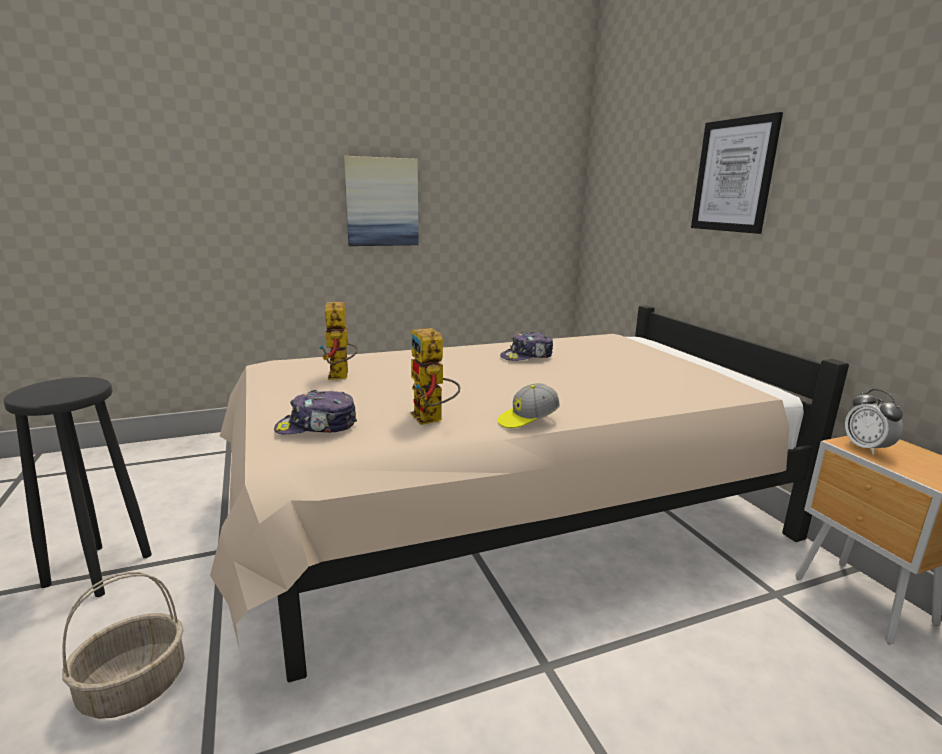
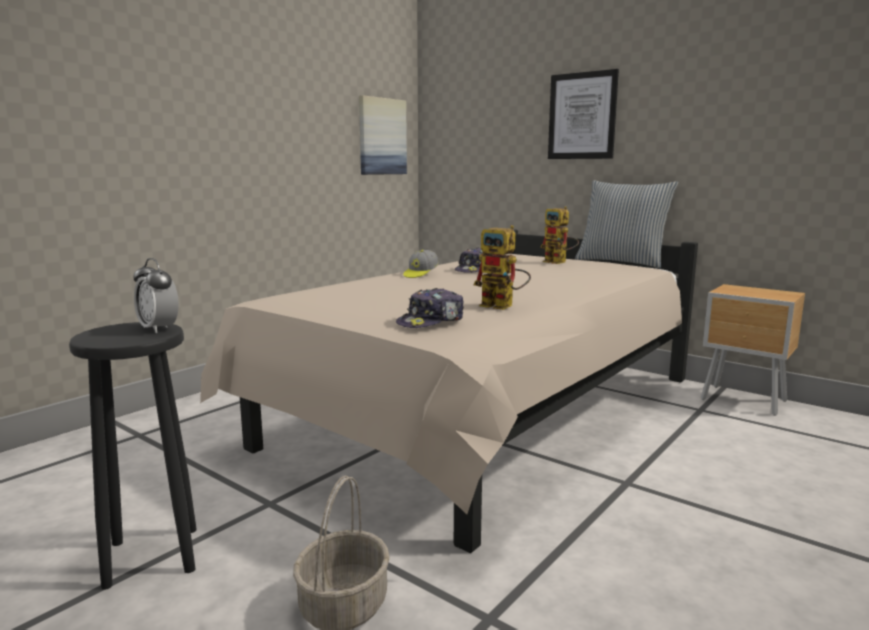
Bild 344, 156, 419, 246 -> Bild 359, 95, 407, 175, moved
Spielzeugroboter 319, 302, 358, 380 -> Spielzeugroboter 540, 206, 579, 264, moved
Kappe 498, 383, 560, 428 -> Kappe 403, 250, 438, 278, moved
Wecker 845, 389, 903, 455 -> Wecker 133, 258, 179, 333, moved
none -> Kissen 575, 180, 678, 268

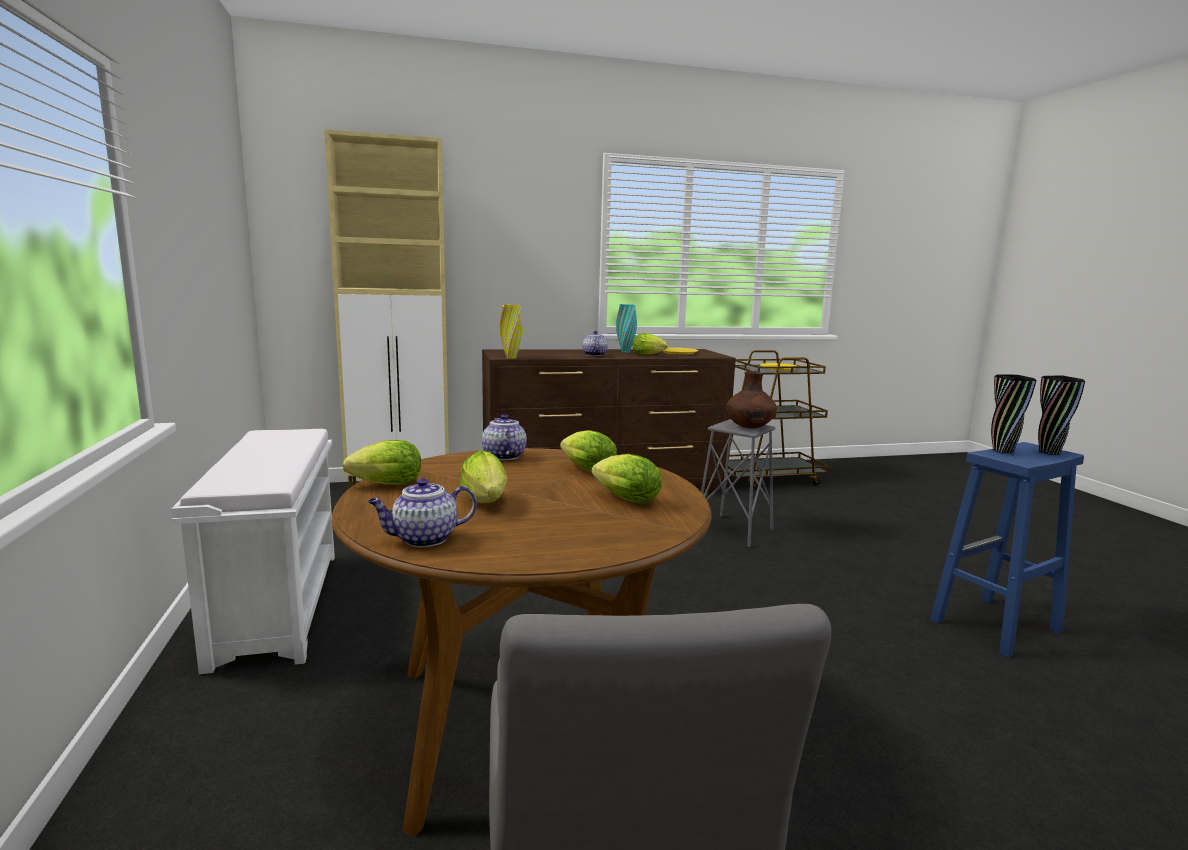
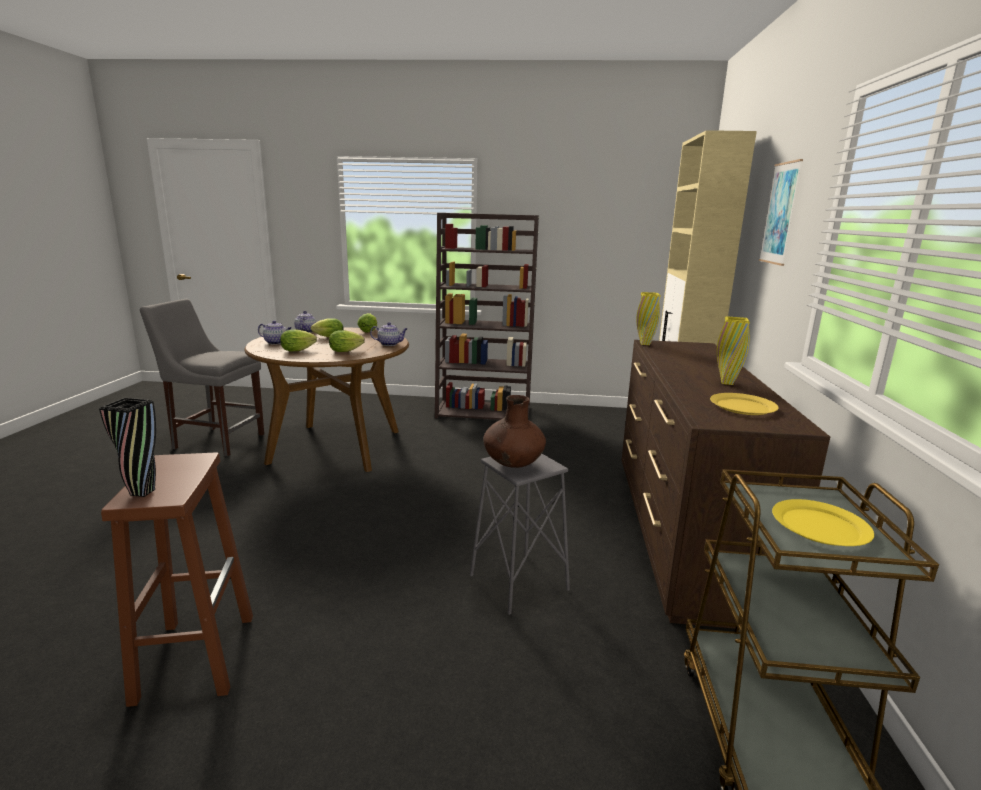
Vase (türkis) 616, 304, 637, 353 -> Vase (gelb) 717, 316, 750, 385
Teekanne 582, 331, 608, 356 -> Teekanne 258, 320, 292, 345, moved
Salatkopf 633, 333, 668, 355 -> none
Vase (schwarz) 991, 374, 1036, 453 -> none
Bank (weiß) 171, 429, 335, 674 -> Bücherregal (braun) 435, 213, 539, 420
Hocker (blau) 930, 442, 1084, 658 -> Hocker (braun) 101, 453, 253, 707
none -> Bild 759, 159, 803, 266

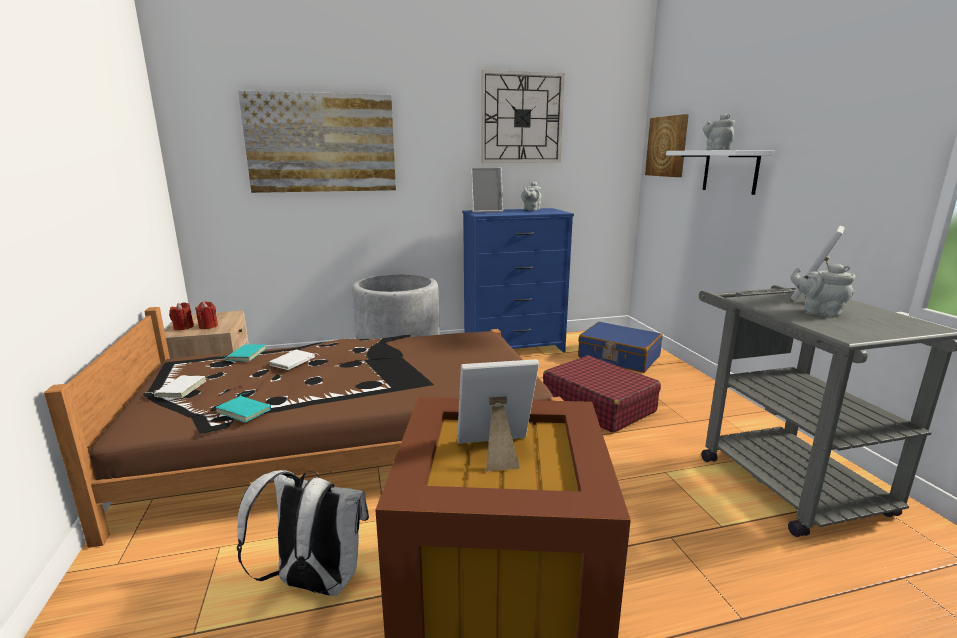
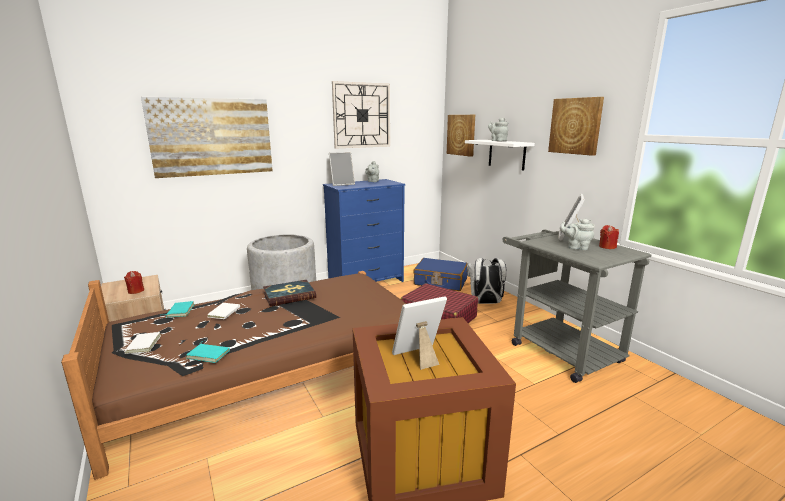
Kerze (rot) 169, 302, 194, 330 -> Kerze (rot) 599, 225, 619, 249, moved
Rucksack (weiß) 237, 470, 369, 596 -> Rucksack (weiß) 467, 258, 506, 304, moved
none -> Bild 548, 97, 604, 156
none -> Buch 263, 280, 316, 306

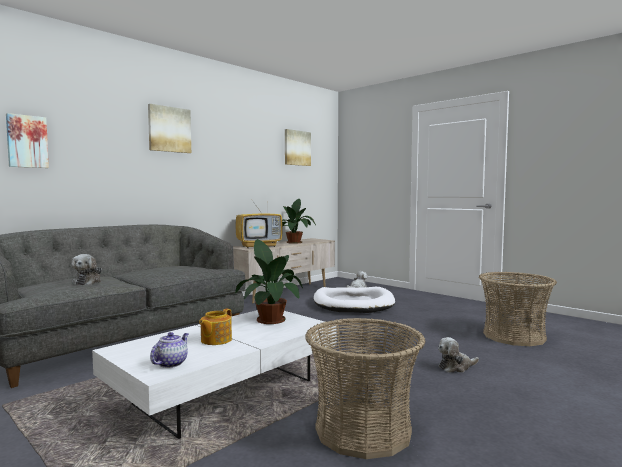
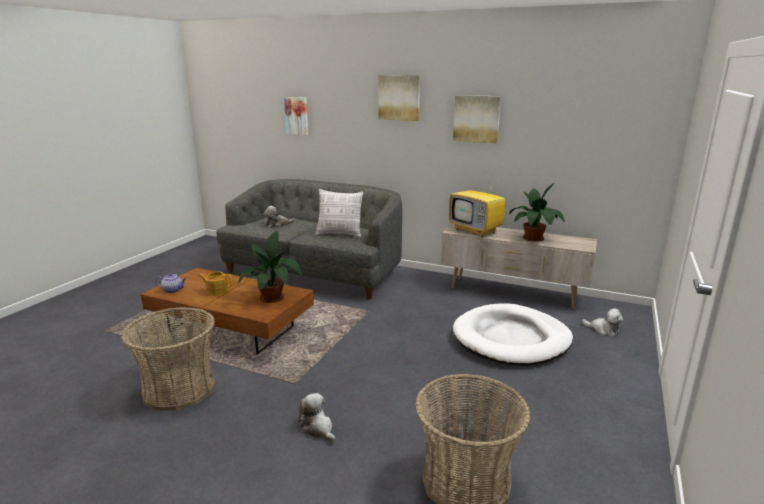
Bild 285, 129, 311, 166 -> Bild 453, 95, 501, 144, moved
Couchtisch (weiß) 92, 310, 337, 439 -> Couchtisch (braun) 141, 268, 314, 354
none -> Kissen 316, 189, 364, 237

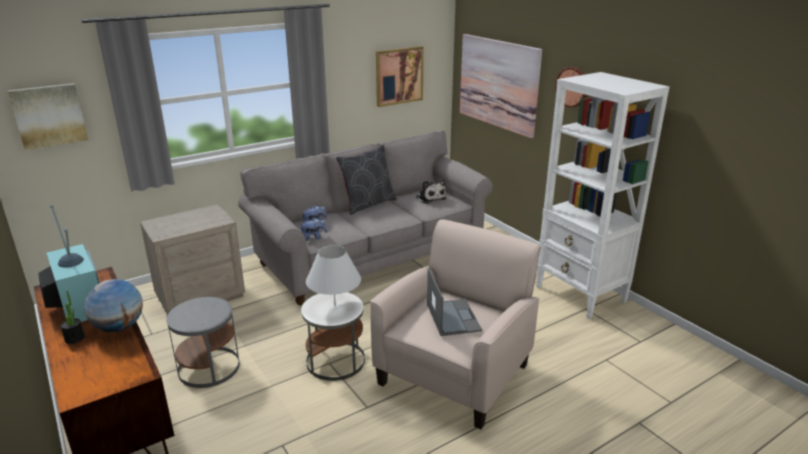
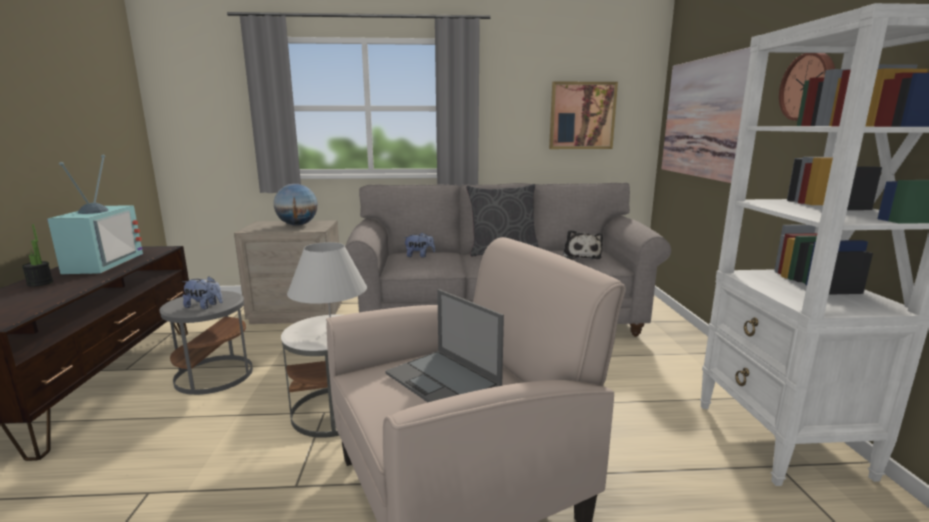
Bild 8, 83, 88, 150 -> none
Plüschtier 299, 217, 327, 241 -> Plüschtier 182, 276, 223, 309, moved
Laptop 427, 268, 482, 336 -> Laptop 385, 289, 504, 402, 120 degrees clockwise
Globus 84, 279, 143, 332 -> Globus 274, 184, 318, 226, moved

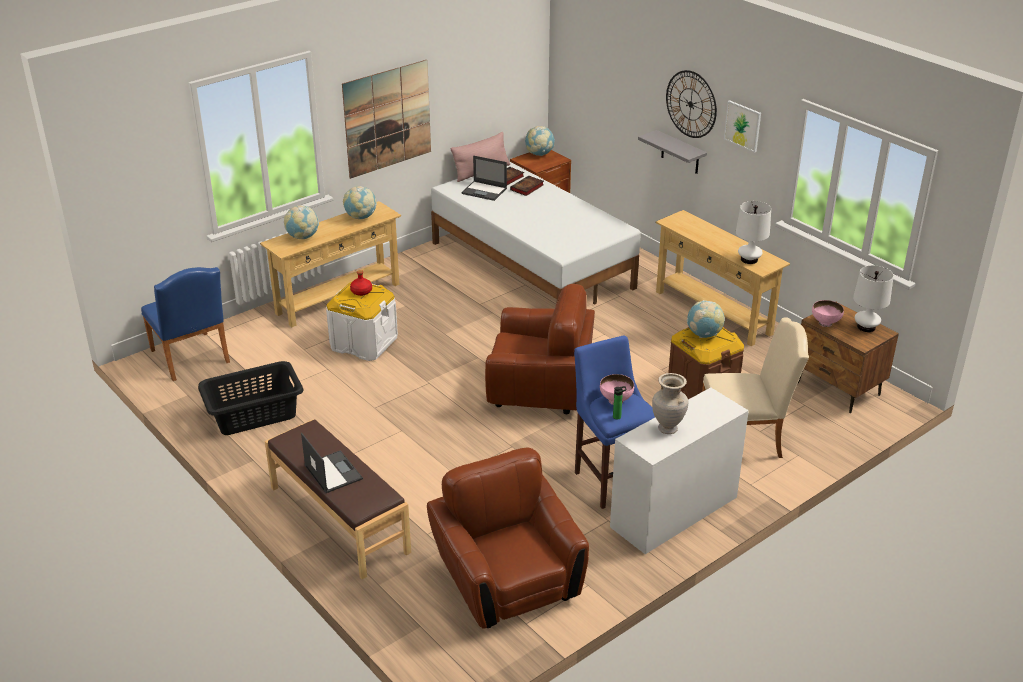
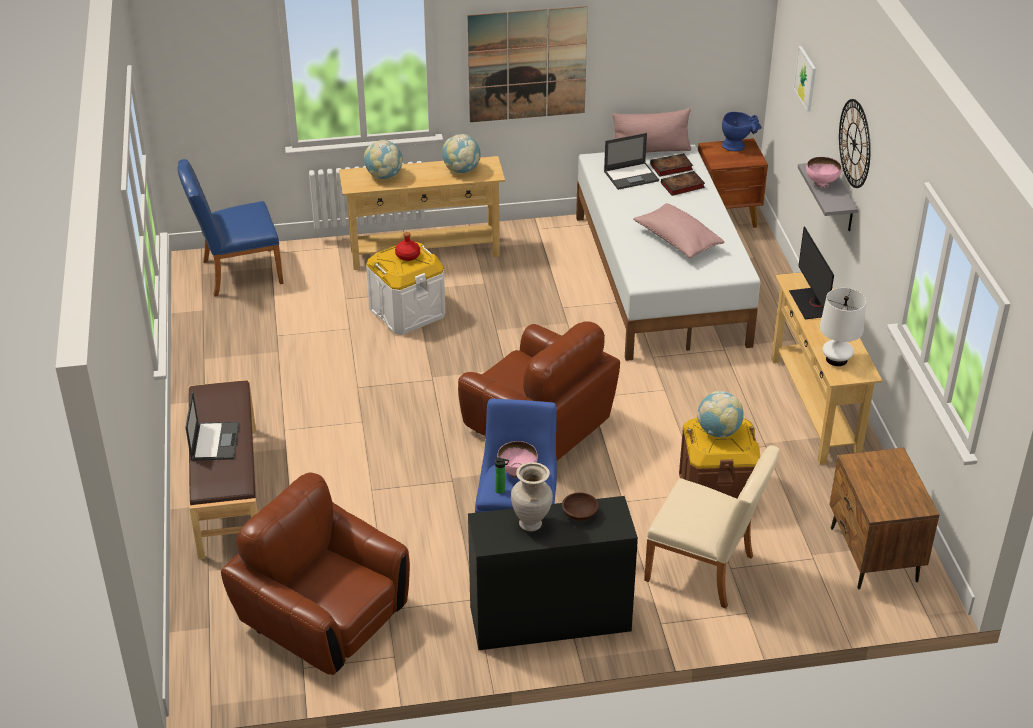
Bild 724, 100, 761, 152 -> Bild 793, 46, 816, 112, moved
Globus 525, 126, 555, 156 -> Vase (blau) 722, 112, 762, 151
Laptop 461, 155, 507, 201 -> Laptop 604, 133, 659, 190, 75 degrees counterclockwise
Tischlampe (weiß) 853, 265, 894, 332 -> none
Stuhl (blau) 141, 267, 230, 381 -> Stuhl (blau) 177, 159, 284, 297, 75 degrees clockwise
Schüssel (rosa) 812, 300, 844, 327 -> Schüssel (rosa) 806, 157, 842, 188, moved
Wäschekorb (schwarz) 198, 361, 304, 435 -> none
Schreibtisch (weiß) 610, 388, 749, 554 -> Schreibtisch (schwarz) 468, 496, 638, 650
Sessel (braun) 427, 448, 589, 629 -> Sessel (braun) 221, 473, 410, 675, 60 degrees counterclockwise
none -> Kissen (rosa) 633, 203, 725, 258
none -> Monitor 789, 226, 834, 319
none -> Schüssel (braun) 562, 492, 598, 521

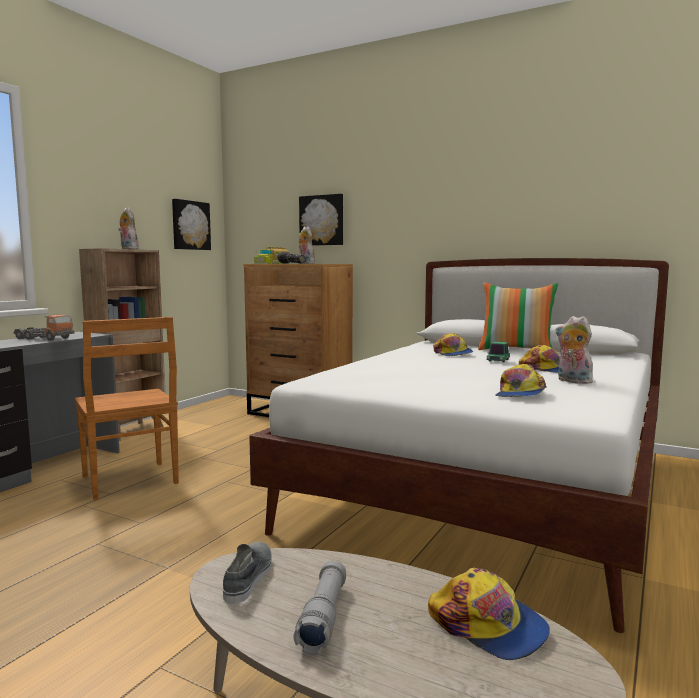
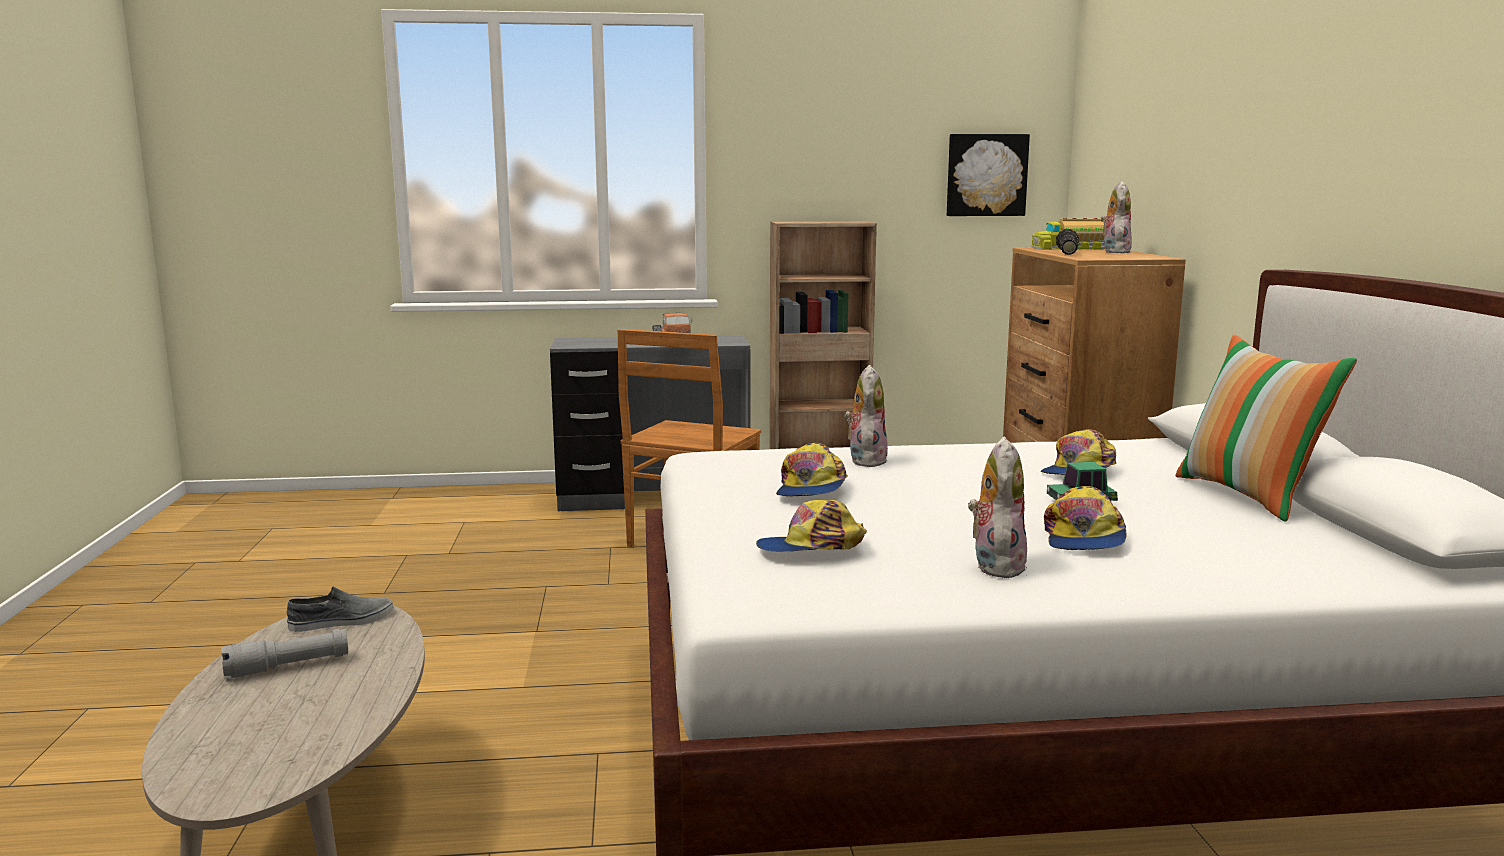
Bild 299, 194, 343, 246 -> none
Plüschtier 118, 207, 139, 249 -> Plüschtier 844, 365, 888, 467, moved
Kappe 428, 568, 550, 660 -> Kappe 776, 443, 847, 497, moved

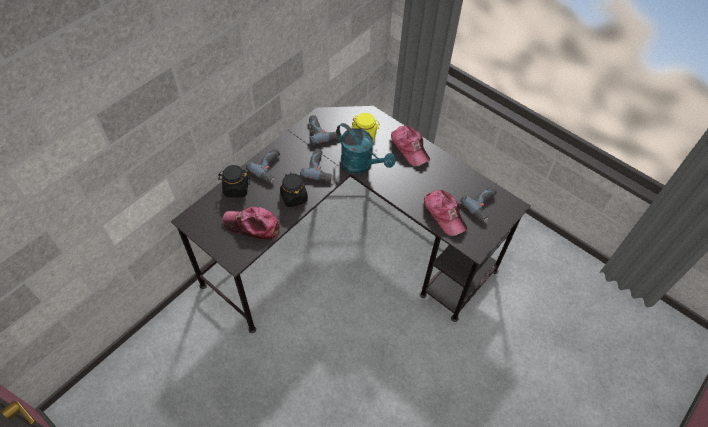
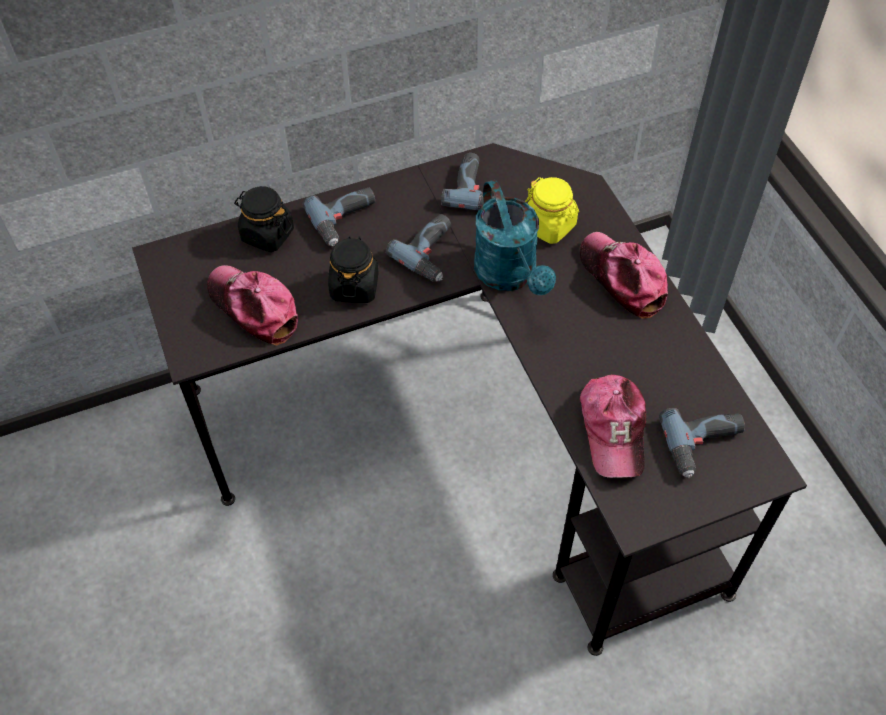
Kappe 391, 126, 430, 166 -> Kappe 580, 232, 668, 319, 150 degrees clockwise

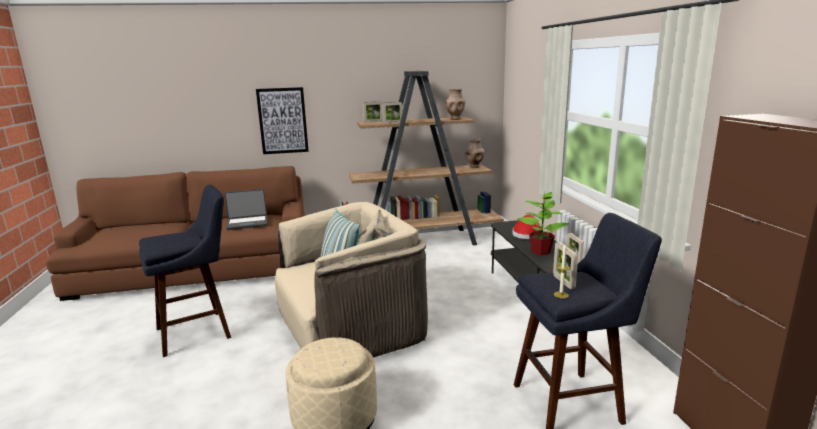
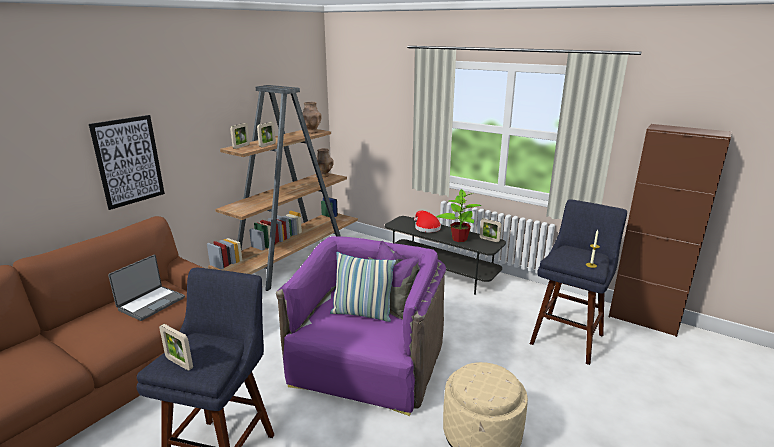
Sessel (beige) 275, 202, 428, 358 -> Sessel (lila) 276, 236, 446, 416
Bilderrahmen 553, 242, 578, 289 -> Bilderrahmen 159, 324, 193, 371, moved

